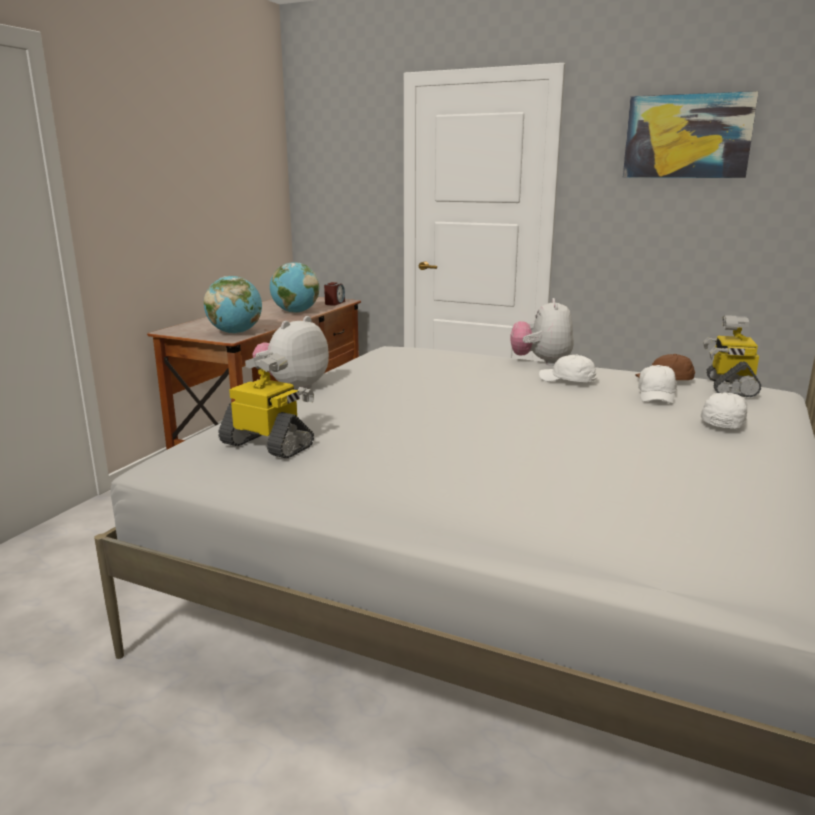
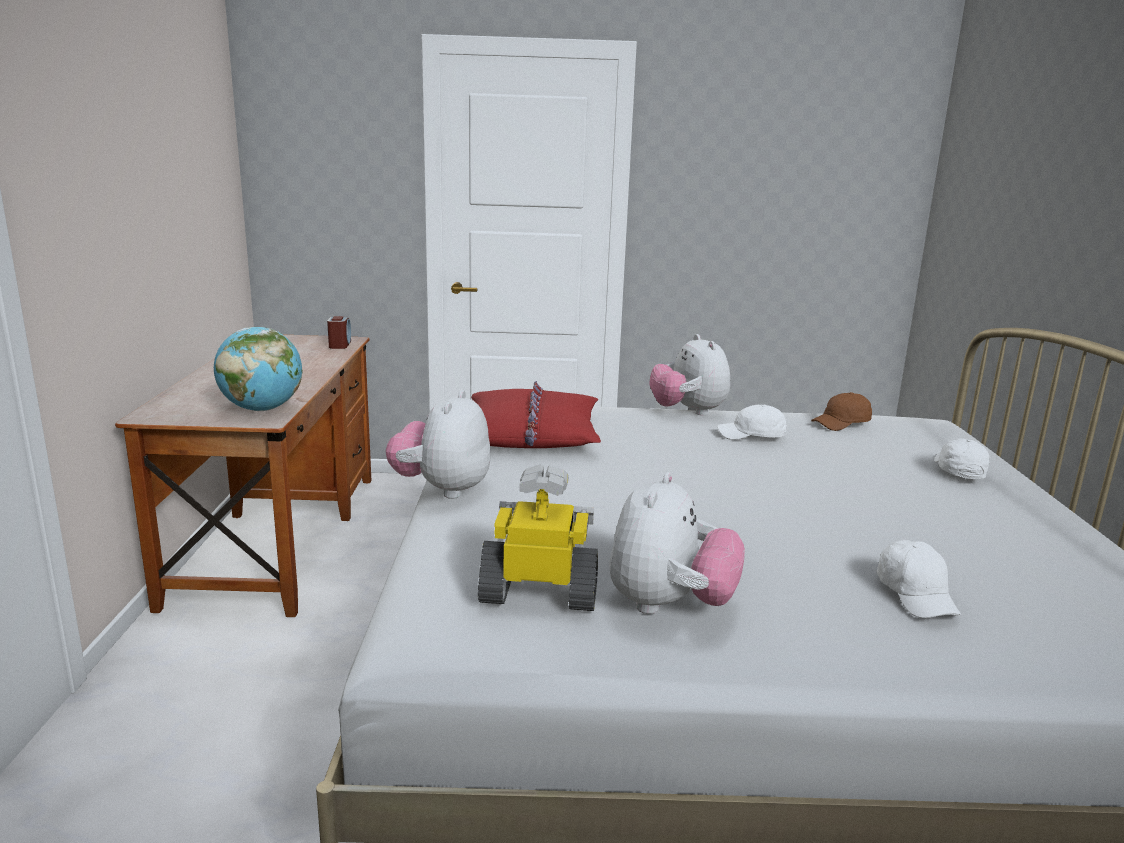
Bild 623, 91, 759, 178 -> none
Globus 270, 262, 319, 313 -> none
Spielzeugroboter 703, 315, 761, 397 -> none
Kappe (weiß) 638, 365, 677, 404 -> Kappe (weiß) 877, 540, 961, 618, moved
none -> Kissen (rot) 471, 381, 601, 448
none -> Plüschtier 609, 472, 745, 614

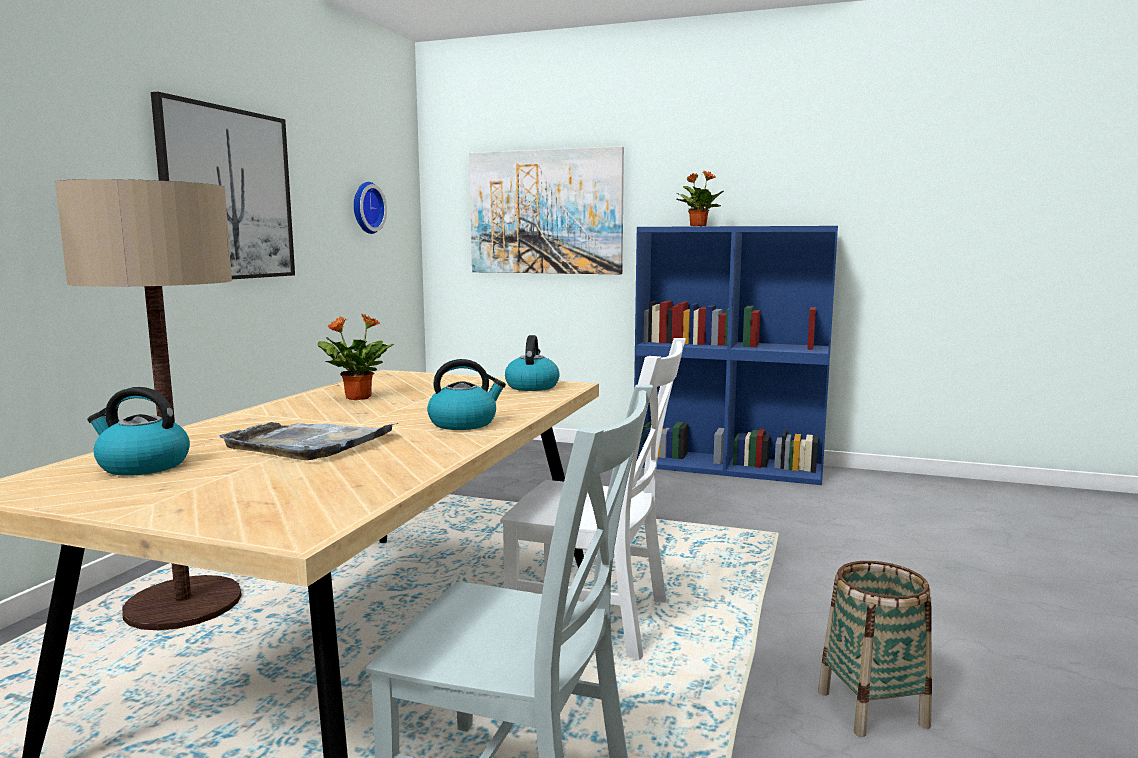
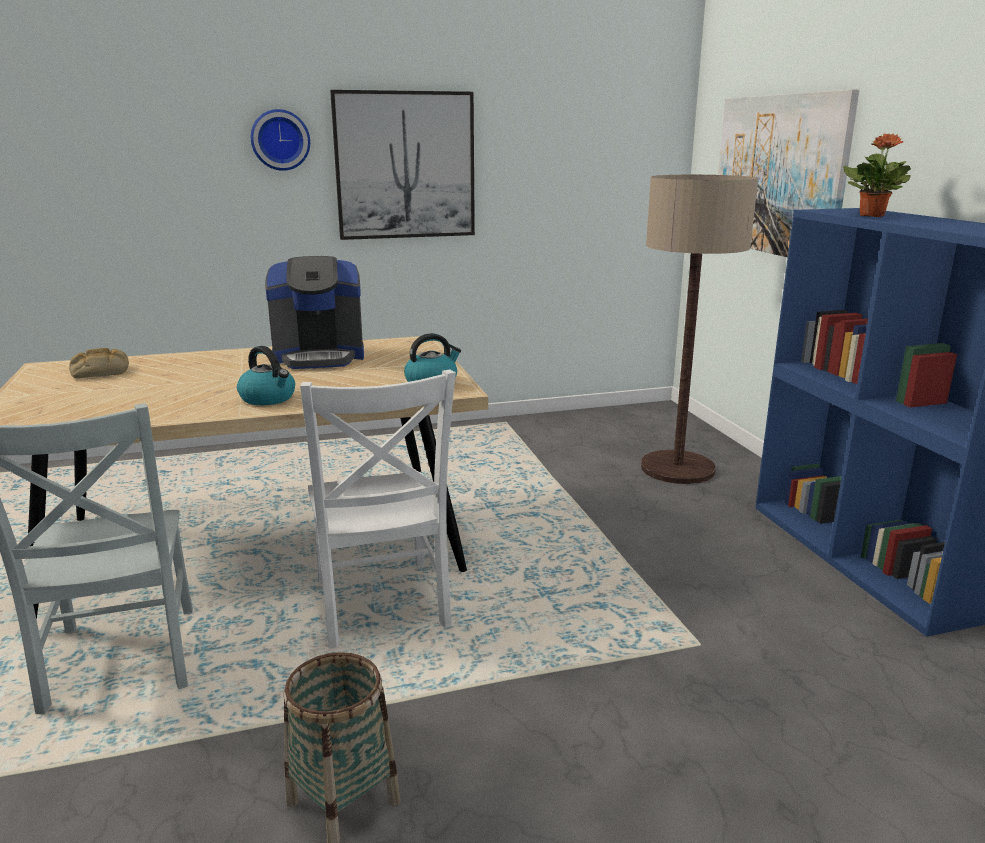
Stehlampe 55, 179, 242, 630 -> Stehlampe 641, 175, 758, 484, moved
Wanduhr 354, 182, 387, 234 -> Wanduhr 251, 109, 310, 171, moved
Topfpflanze 318, 314, 394, 400 -> Kaffeemaschine 265, 256, 364, 369
Wasserkessel 87, 387, 190, 476 -> Brot 69, 348, 129, 378
Tablett (grau) 219, 422, 398, 460 -> none

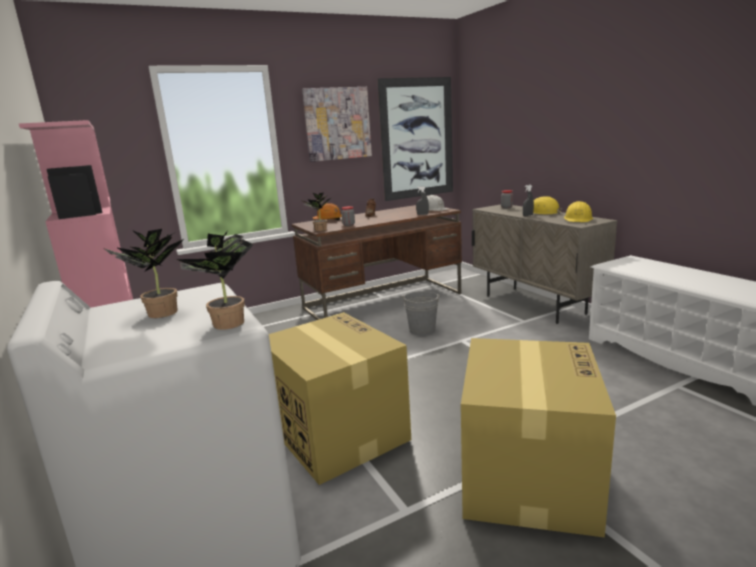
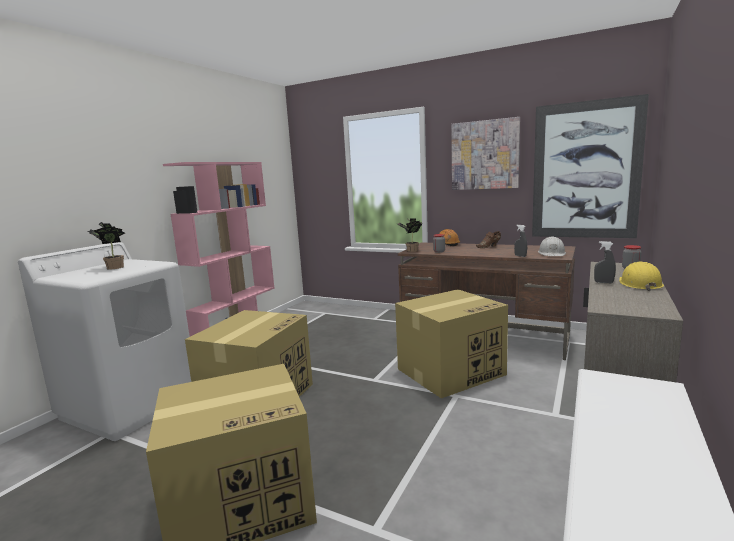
Schutzhelm (gelb) 564, 201, 593, 222 -> none
Topfpflanze 176, 232, 254, 330 -> none
Eimer (grau) 401, 291, 441, 336 -> Karton 395, 289, 508, 398

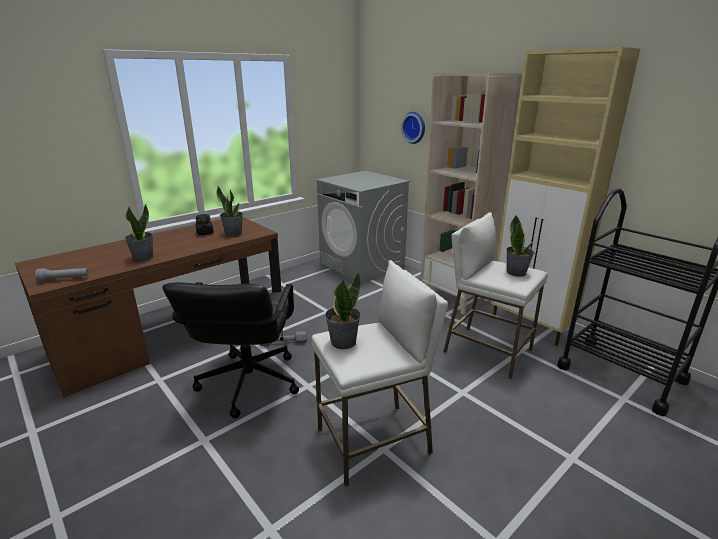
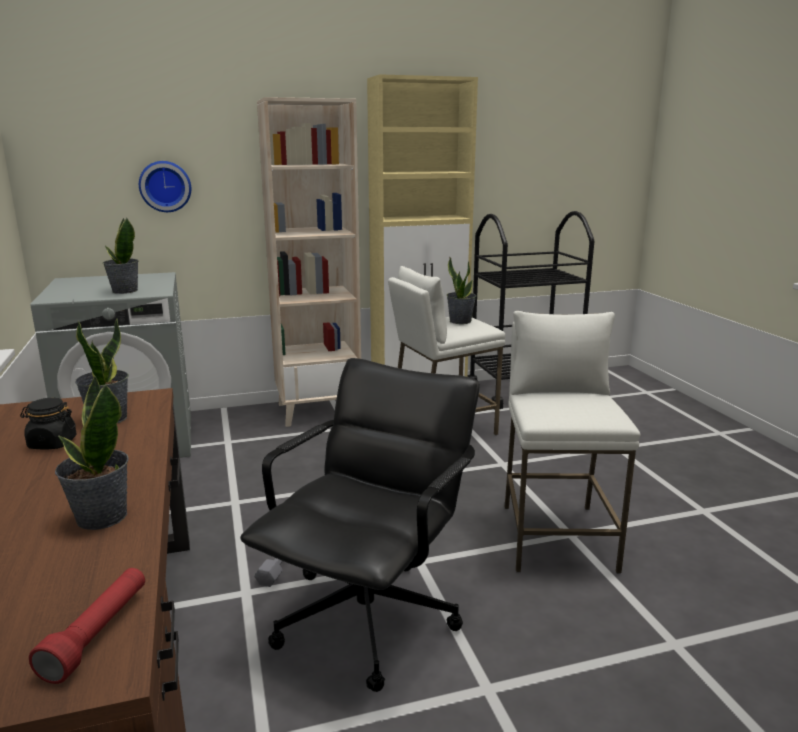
Taschenlampe (grau) 35, 268, 89, 282 -> Taschenlampe (rot) 29, 568, 145, 684
Topfpflanze 325, 272, 361, 349 -> Topfpflanze 103, 218, 139, 294, moved
Bürostuhl (schwarz) 162, 282, 299, 418 -> Bürostuhl (schwarz) 240, 358, 480, 692, 90 degrees counterclockwise

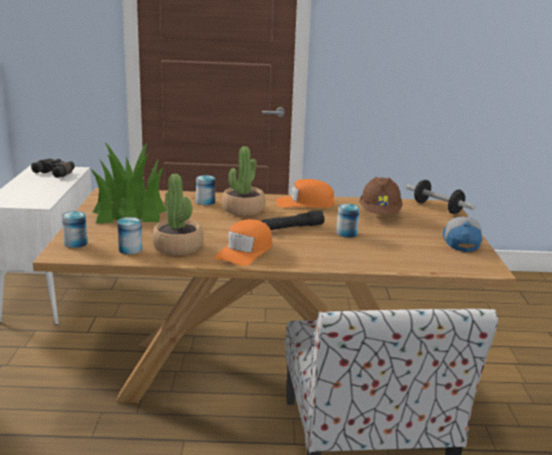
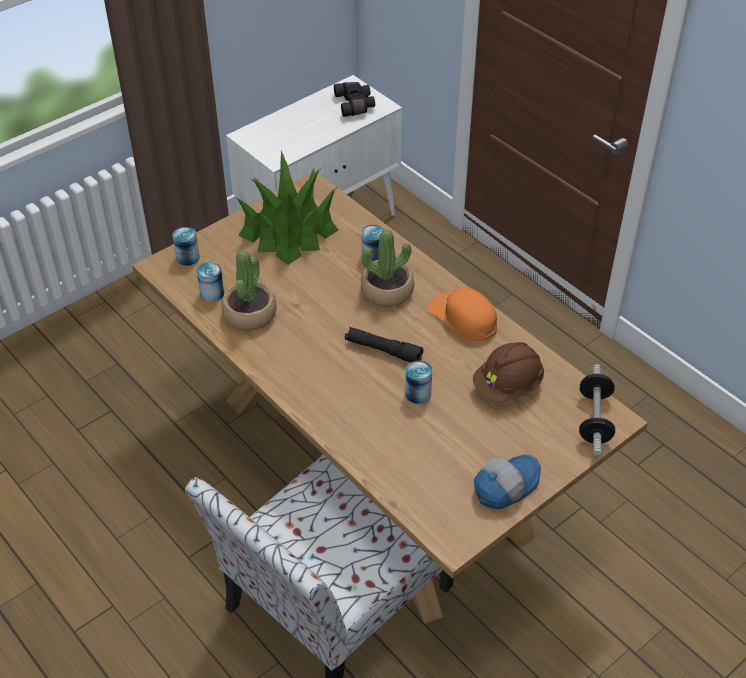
Kappe (orange) 214, 219, 272, 266 -> none

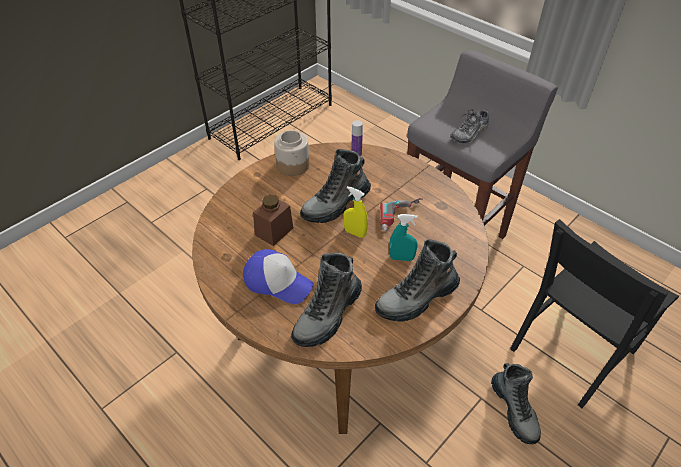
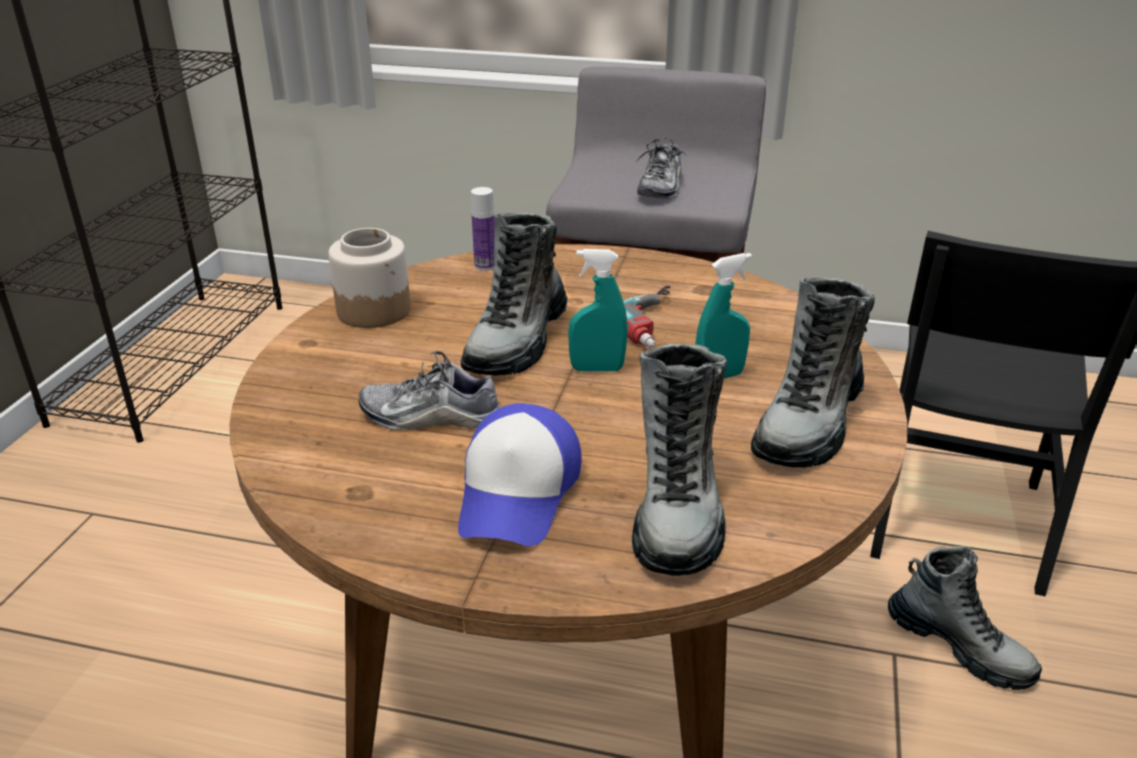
Sprühflasche (gelb) 344, 186, 368, 238 -> Sprühflasche (türkis) 568, 249, 627, 372
Vorratsglas (braun) 253, 195, 293, 246 -> Schuh 359, 351, 500, 431
Kappe 243, 249, 314, 304 -> Kappe 458, 404, 582, 546, 105 degrees clockwise

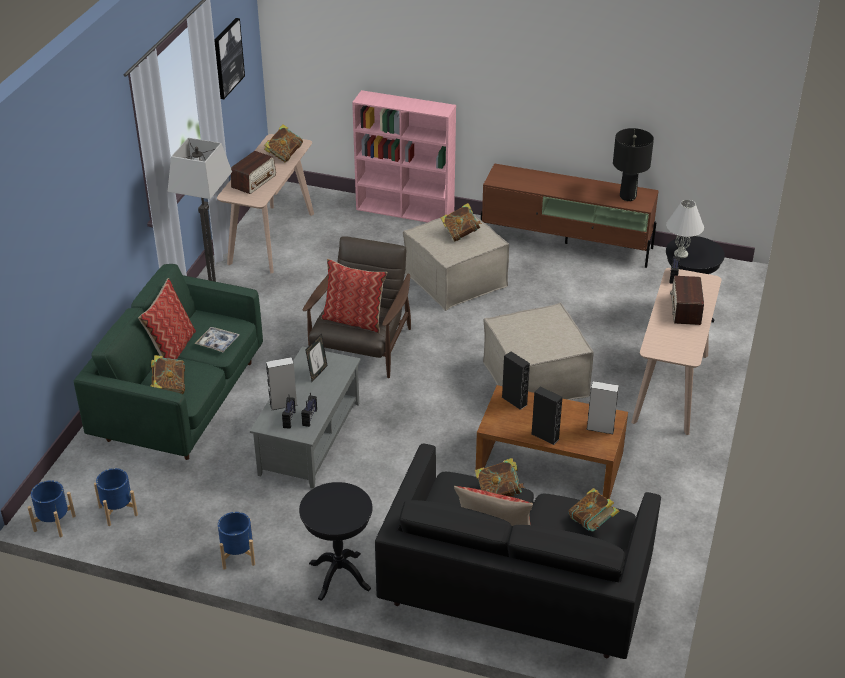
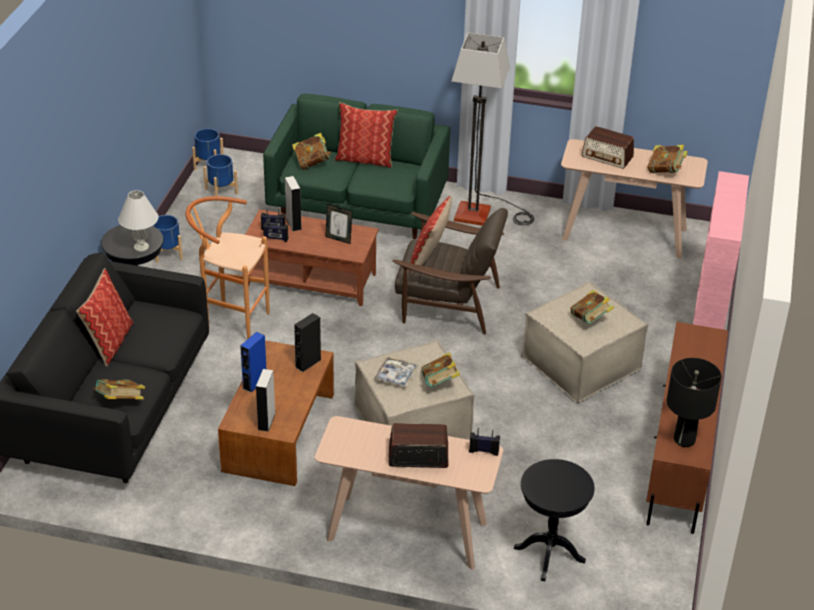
Bild 214, 18, 245, 99 -> none
Tischlampe (weiß) 666, 200, 704, 258 -> Tischlampe (weiß) 118, 190, 158, 252, moved
Tablett 194, 327, 240, 353 -> Tablett 374, 356, 418, 387, moved
Couchtisch (grau) 250, 346, 361, 488 -> Couchtisch (braun) 245, 209, 379, 306
Lautsprecher (schwarz) 531, 387, 563, 445 -> Lautsprecher (blau) 240, 332, 266, 393
Buch 475, 458, 525, 497 -> Buch 421, 352, 460, 387, moved
none -> Hocker (braun) 186, 196, 269, 339

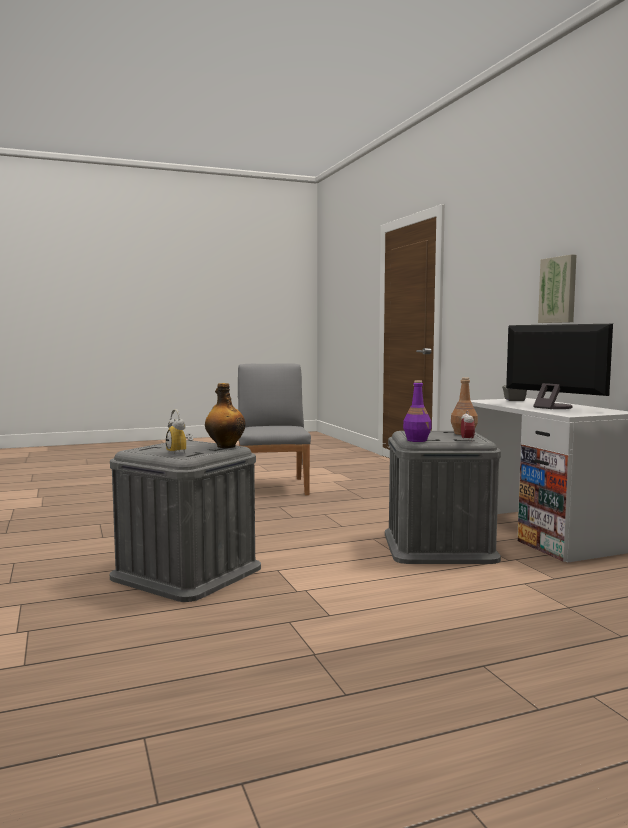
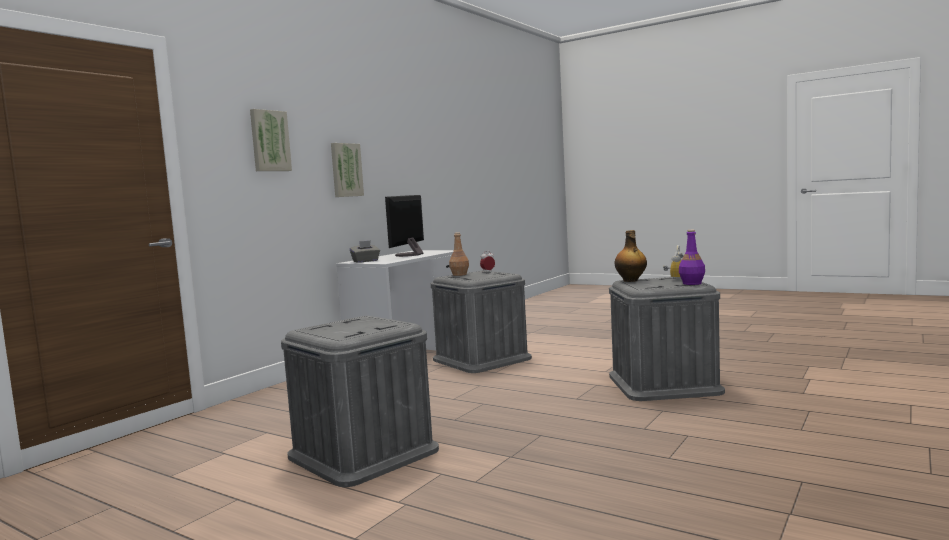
Stuhl (grau) 238, 363, 311, 495 -> Aufbewahrungsbox (grau) 281, 316, 439, 487
Flasche (lila) 403, 380, 432, 442 -> Flasche (lila) 679, 230, 705, 285, moved
none -> Bild 250, 109, 292, 171

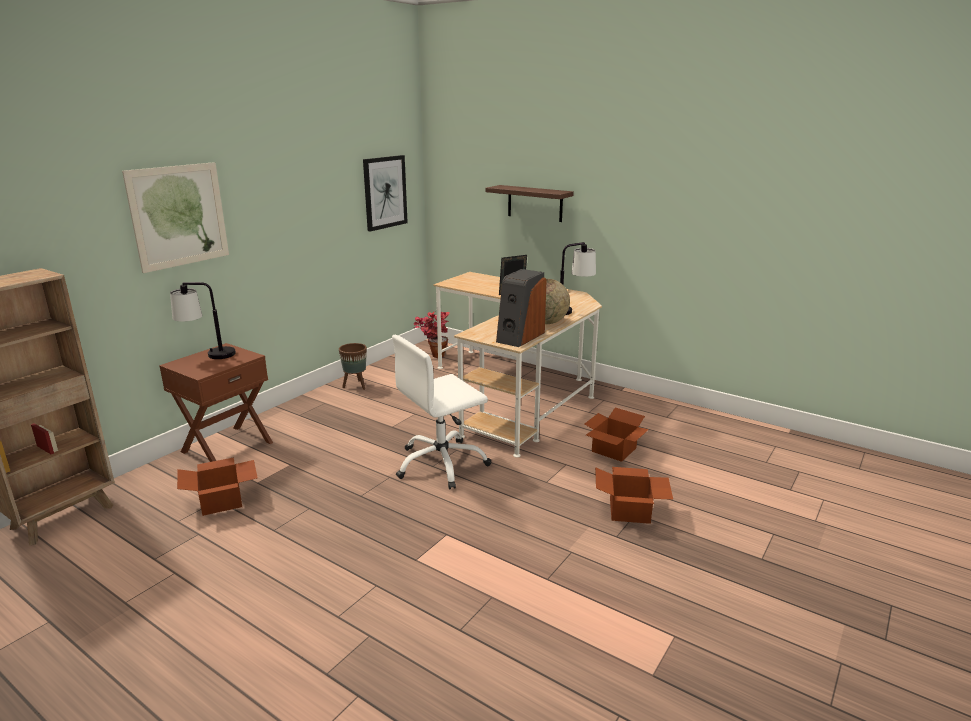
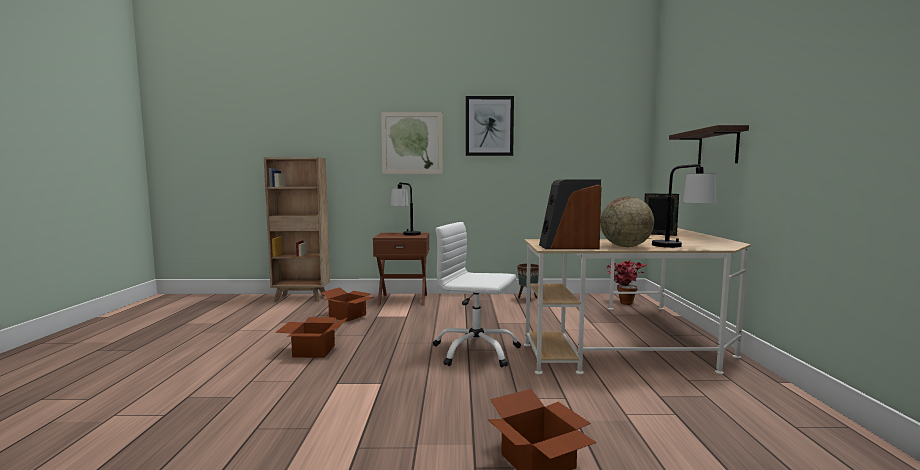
Bild 363, 155, 408, 232 -> Bild 466, 96, 514, 156, moved
Karton 584, 408, 649, 462 -> Karton 275, 317, 347, 358, moved

